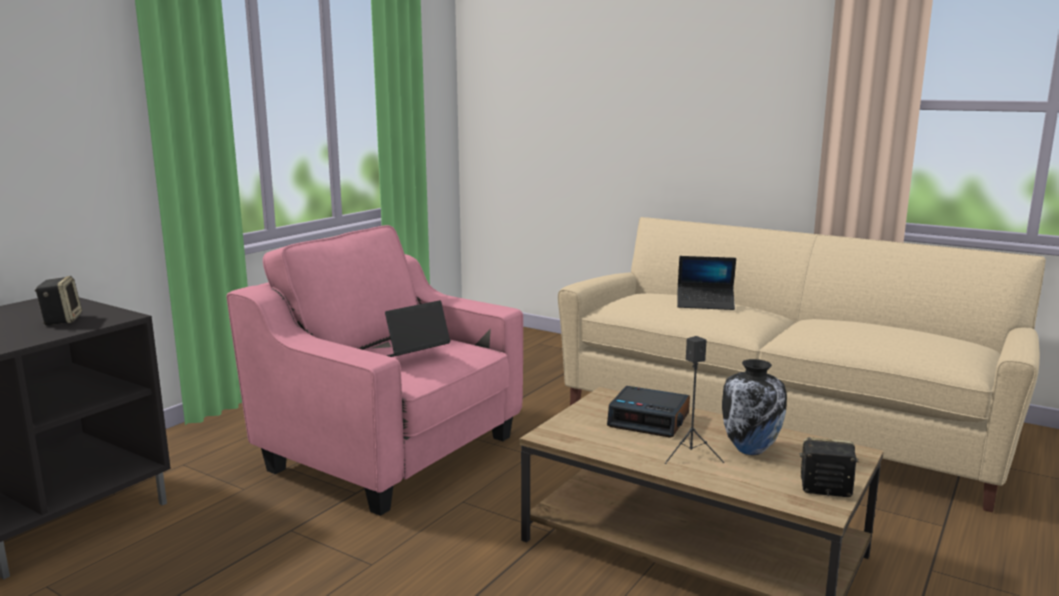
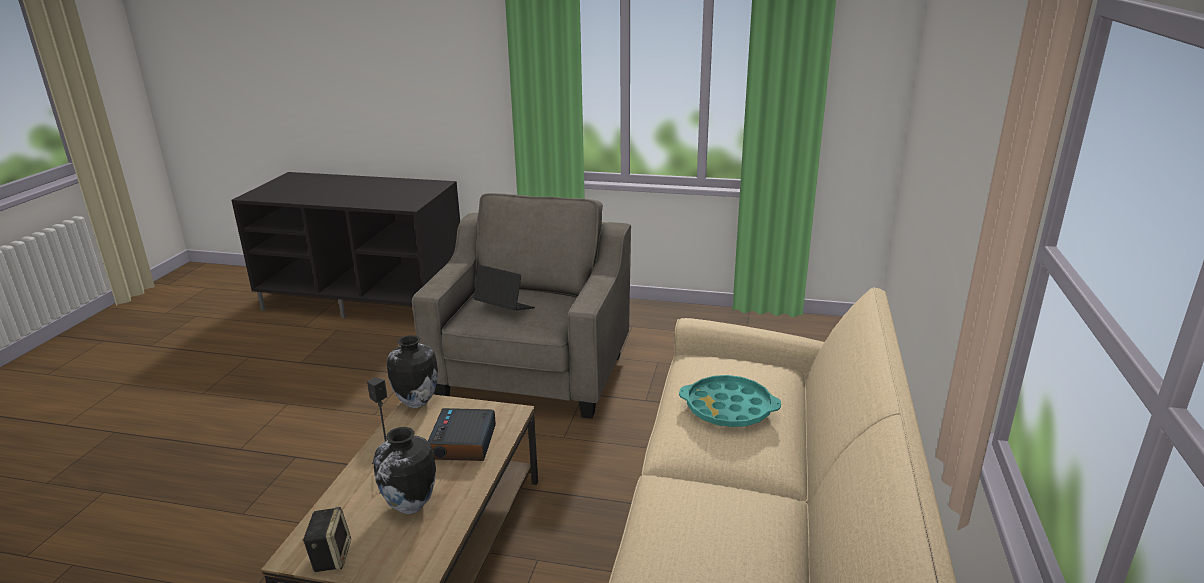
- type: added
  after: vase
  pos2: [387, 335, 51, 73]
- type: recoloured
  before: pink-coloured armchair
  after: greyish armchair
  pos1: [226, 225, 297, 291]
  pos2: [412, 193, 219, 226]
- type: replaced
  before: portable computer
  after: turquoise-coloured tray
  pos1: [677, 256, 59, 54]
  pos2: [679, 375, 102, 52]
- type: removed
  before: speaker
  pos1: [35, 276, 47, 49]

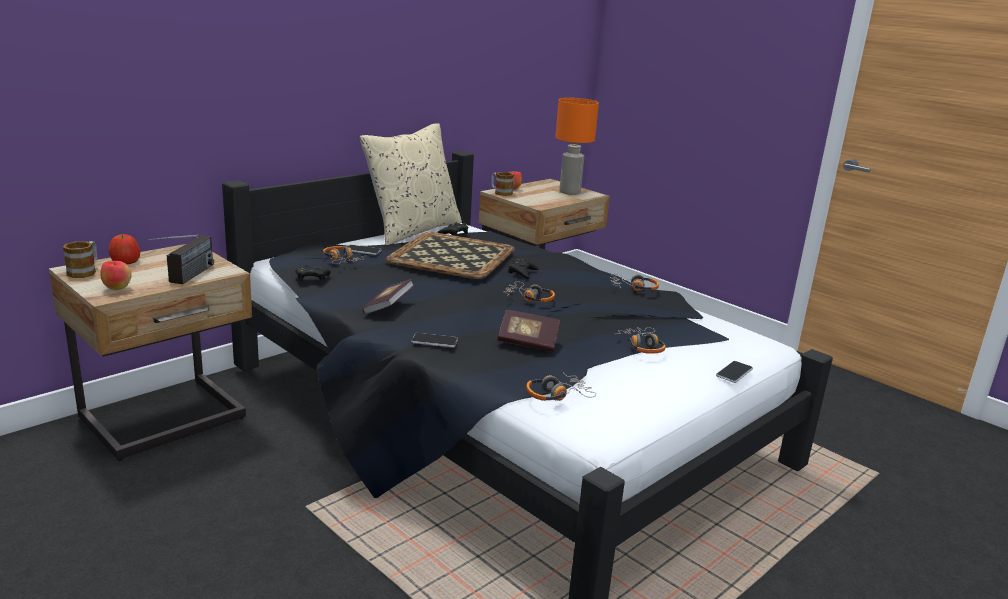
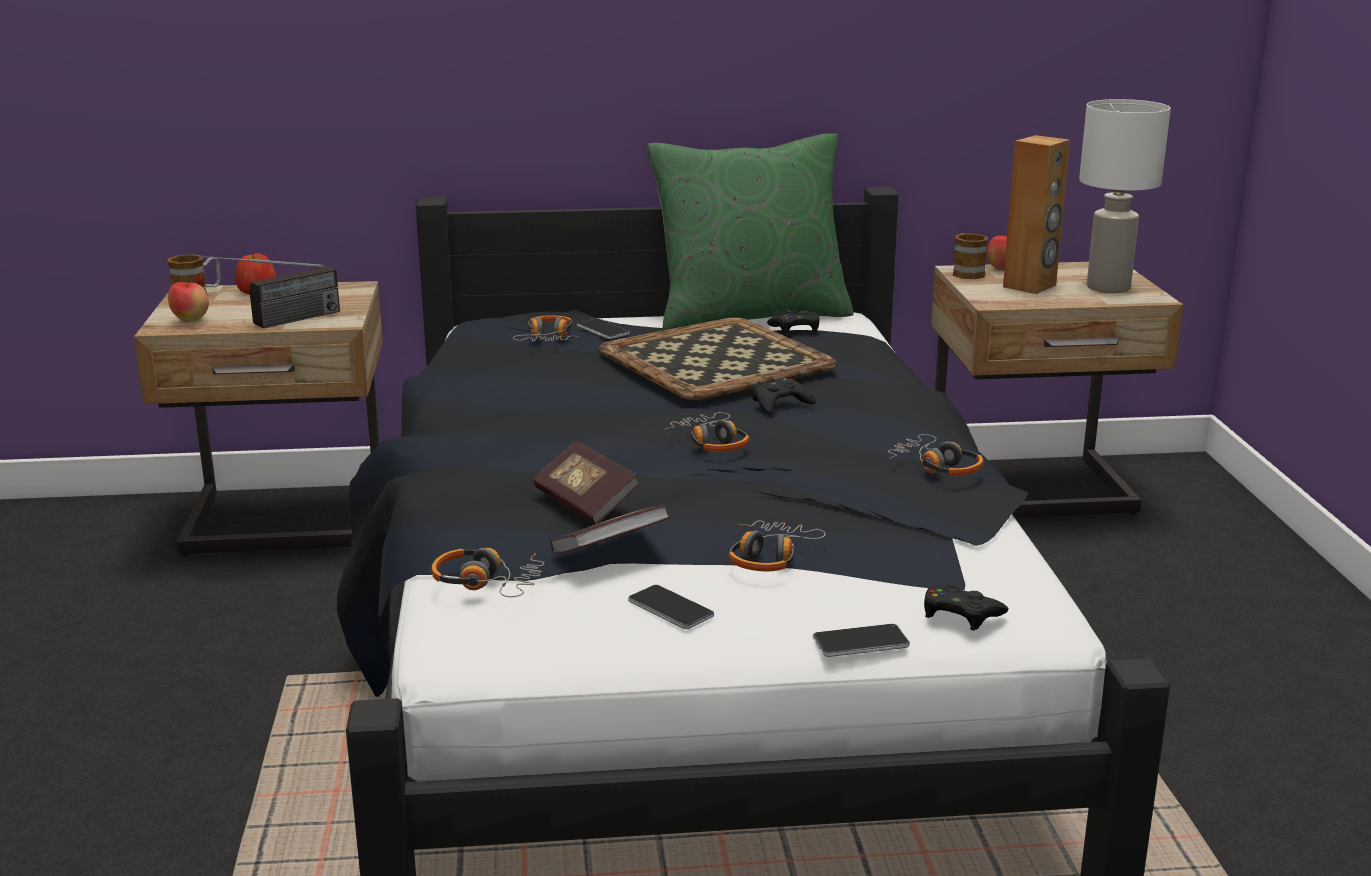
- type: moved
  before: bound book
  pos1: [363, 279, 51, 35]
  pos2: [550, 505, 121, 49]
- type: moved
  before: phone
  pos1: [411, 333, 47, 15]
  pos2: [628, 585, 86, 44]
- type: recoloured
  before: beige-coloured throw pillow
  after: greenish throw pillow
  pos1: [360, 123, 102, 122]
  pos2: [647, 133, 206, 196]
- type: moved
  before: blackish game controller
  pos1: [295, 265, 36, 16]
  pos2: [924, 583, 85, 48]
- type: added
  after: brown speaker
  pos2: [1003, 135, 67, 159]
- type: recoloured
  before: orange tabletop lamp
  after: white-coloured tabletop lamp
  pos1: [555, 98, 44, 97]
  pos2: [1079, 99, 92, 194]

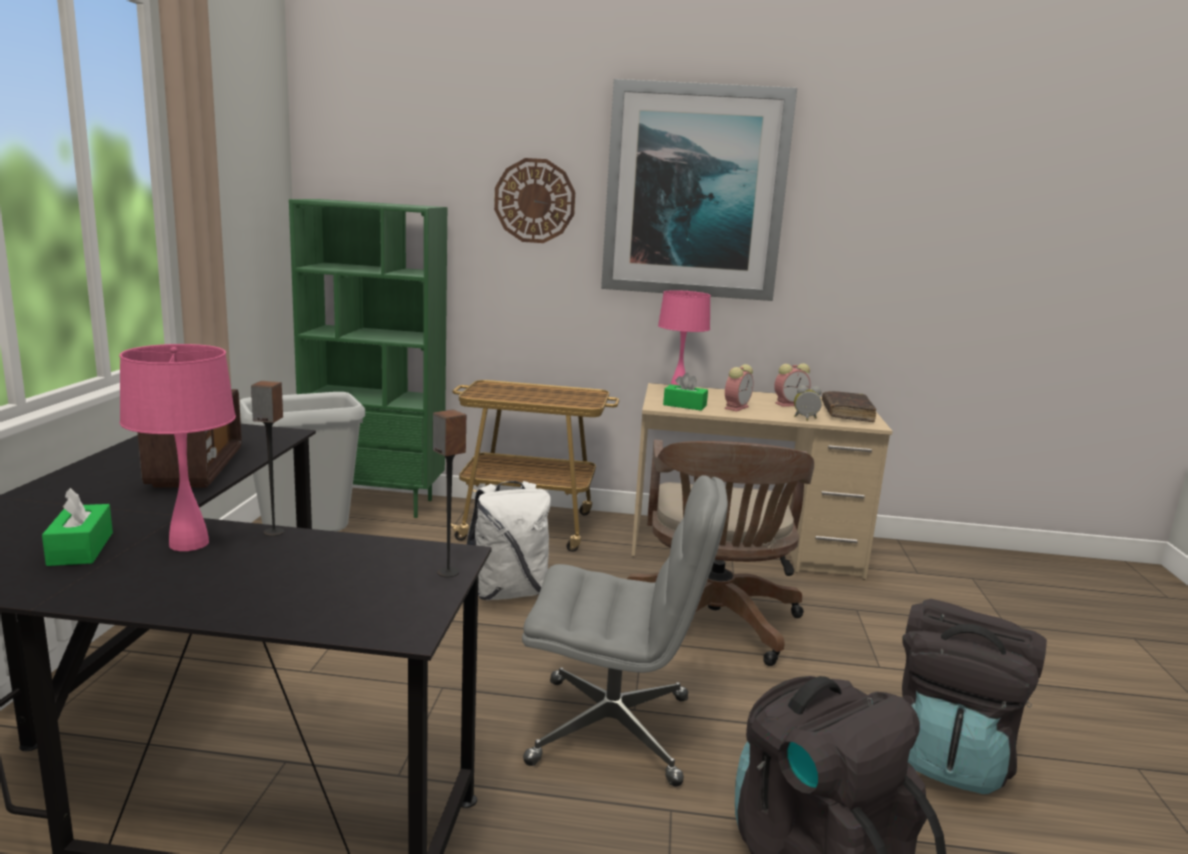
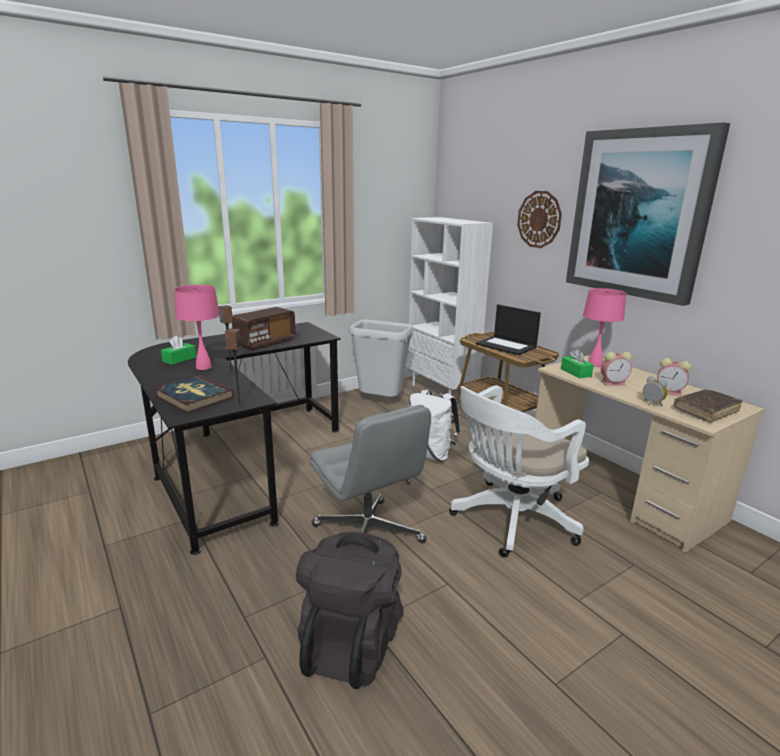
- type: added
  after: bound book
  pos2: [154, 375, 80, 38]
- type: recoloured
  before: greenish bookcase
  after: white-coloured bookcase
  pos1: [289, 199, 158, 319]
  pos2: [407, 217, 86, 184]
- type: recoloured
  before: brown office chair
  after: white-coloured office chair
  pos1: [627, 439, 187, 227]
  pos2: [449, 385, 140, 173]
- type: added
  after: portable computer
  pos2: [476, 304, 65, 51]
- type: removed
  before: blackish knapsack
  pos1: [902, 599, 145, 195]

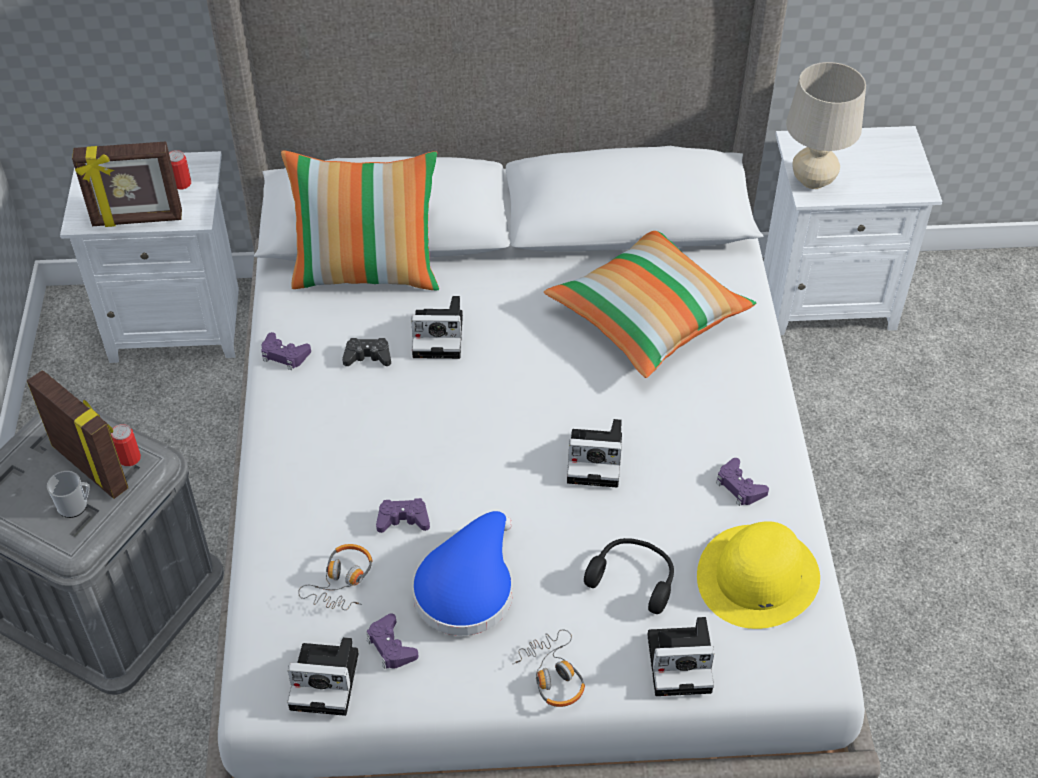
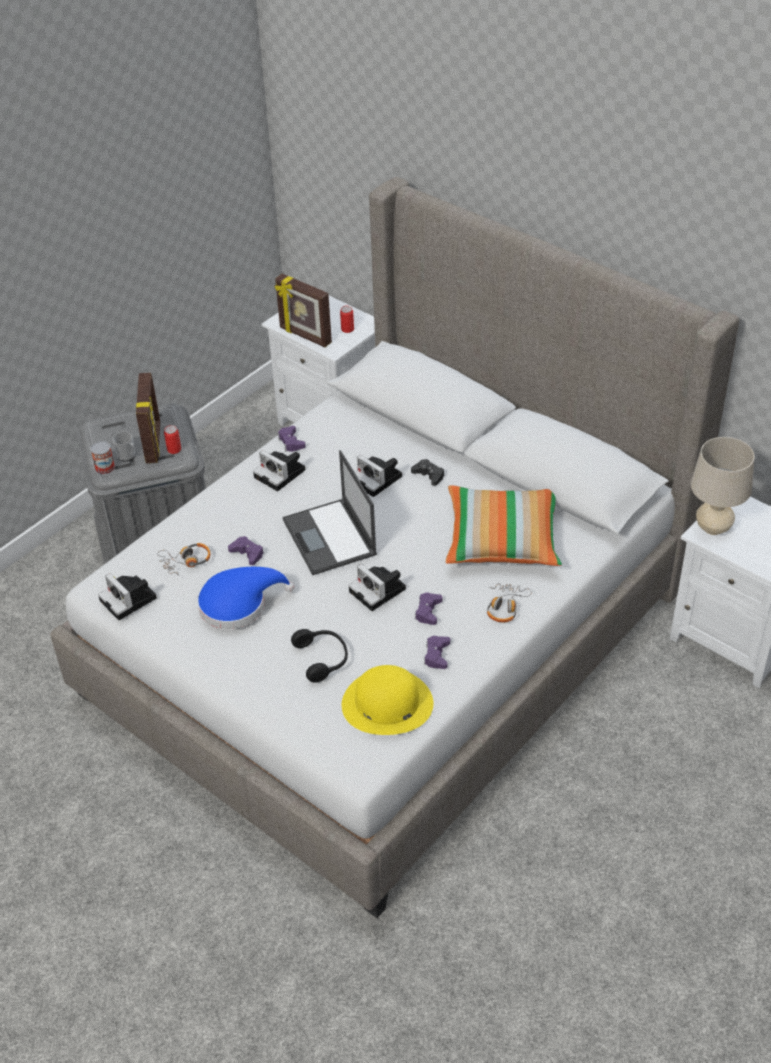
- type: added
  after: can
  pos2: [90, 441, 25, 34]
- type: moved
  before: still camera
  pos1: [647, 617, 67, 79]
  pos2: [253, 450, 52, 41]
- type: added
  after: portable computer
  pos2: [283, 450, 94, 125]
- type: moved
  before: blackish game controller
  pos1: [342, 338, 49, 28]
  pos2: [411, 459, 33, 27]
- type: moved
  before: purplish game controller
  pos1: [367, 613, 51, 56]
  pos2: [415, 593, 28, 32]
- type: moved
  before: headphones
  pos1: [513, 629, 72, 78]
  pos2: [487, 584, 44, 38]
- type: removed
  before: throw pillow
  pos1: [281, 151, 158, 140]

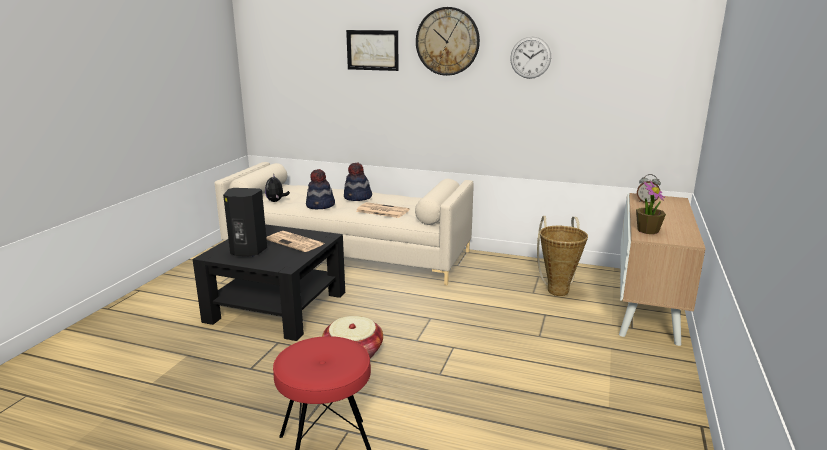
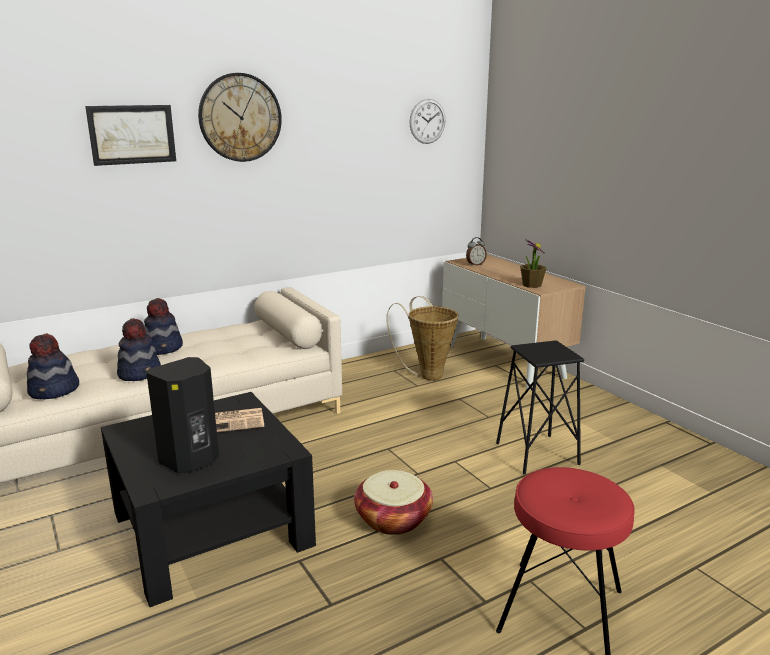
- type: replaced
  before: plush toy
  after: wearable hat
  pos1: [265, 173, 25, 29]
  pos2: [27, 333, 52, 66]
- type: moved
  before: wall clock
  pos1: [510, 36, 41, 43]
  pos2: [409, 99, 36, 45]
- type: added
  after: blackish stool seat
  pos2: [496, 340, 88, 134]
- type: removed
  before: printed paper
  pos1: [356, 202, 54, 16]

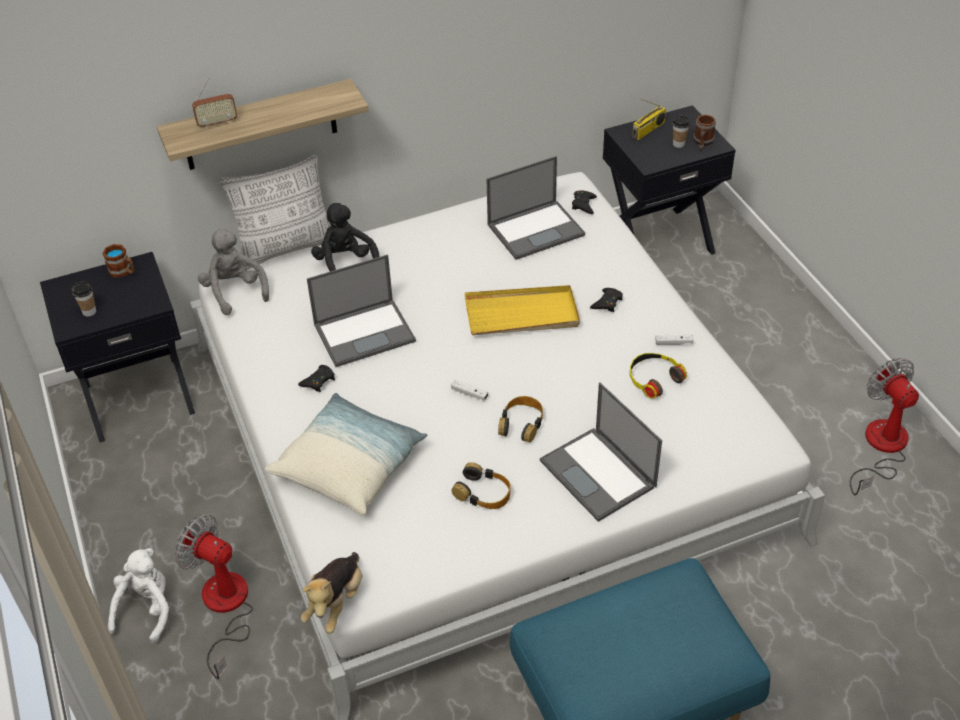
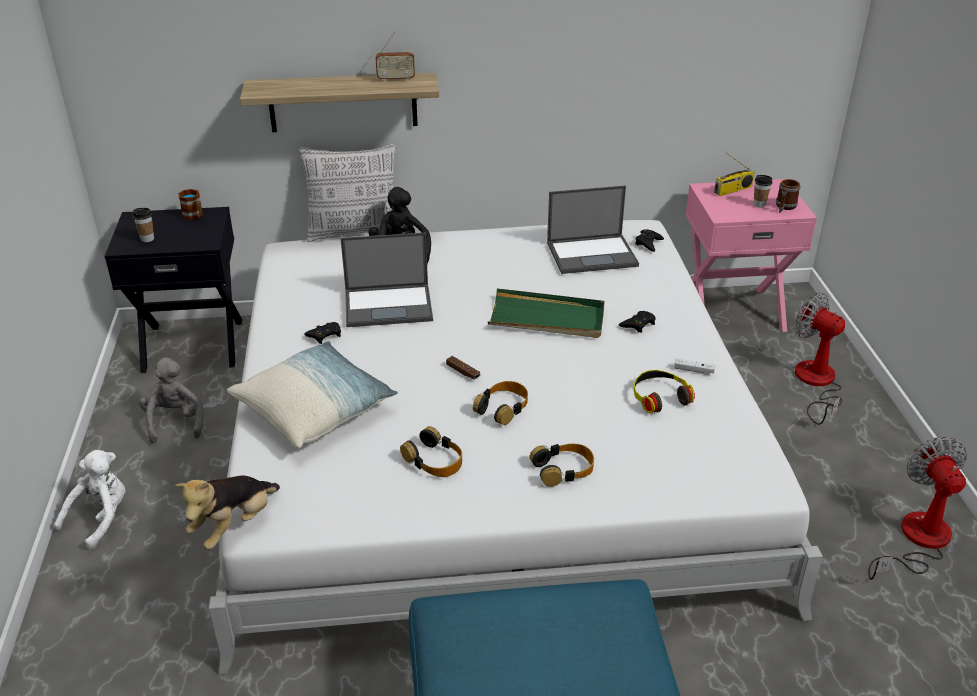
- type: moved
  before: greyish plush toy
  pos1: [198, 229, 71, 86]
  pos2: [139, 358, 65, 85]
- type: moved
  before: radio
  pos1: [192, 78, 45, 50]
  pos2: [376, 32, 39, 50]
- type: recoloured
  before: white-coloured game controller
  after: brown game controller
  pos1: [451, 380, 37, 20]
  pos2: [446, 356, 34, 24]
- type: recoloured
  before: yellowish tray
  after: greenish tray
  pos1: [465, 285, 115, 50]
  pos2: [488, 288, 116, 50]
- type: replaced
  before: portable computer
  after: headphones
  pos1: [540, 383, 122, 139]
  pos2: [530, 444, 64, 43]
- type: recoloured
  before: blackish night table
  after: pink-coloured night table
  pos1: [603, 105, 133, 150]
  pos2: [685, 179, 132, 153]
- type: moved
  before: cooling fan
  pos1: [175, 514, 78, 165]
  pos2: [795, 293, 50, 132]

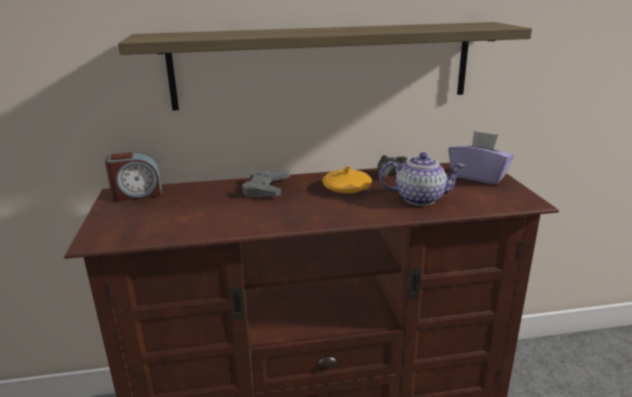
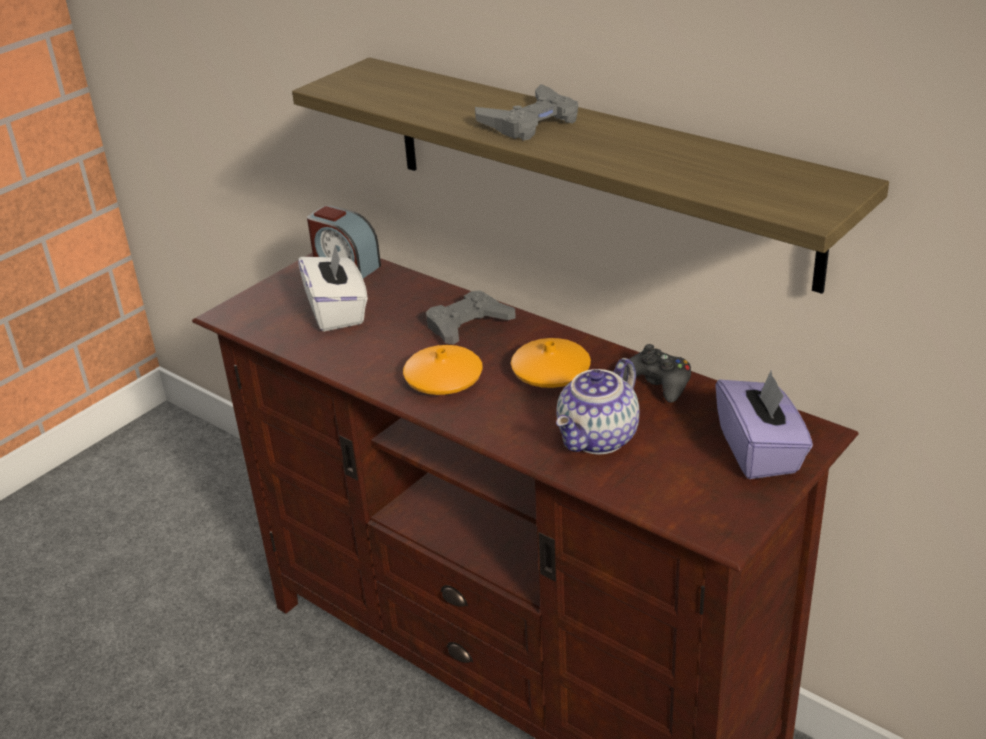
- type: added
  after: white-coloured box of tissues
  pos2: [298, 243, 70, 88]
- type: added
  after: orange vase
  pos2: [403, 345, 80, 50]
- type: added
  after: greyish game controller
  pos2: [475, 84, 103, 56]
- type: turned
  before: tea pot
  pos1: [379, 152, 86, 54]
  pos2: [556, 358, 83, 96]
  turn: 75

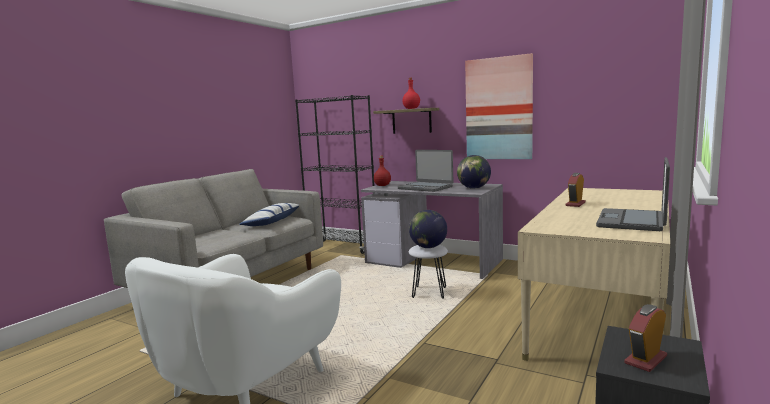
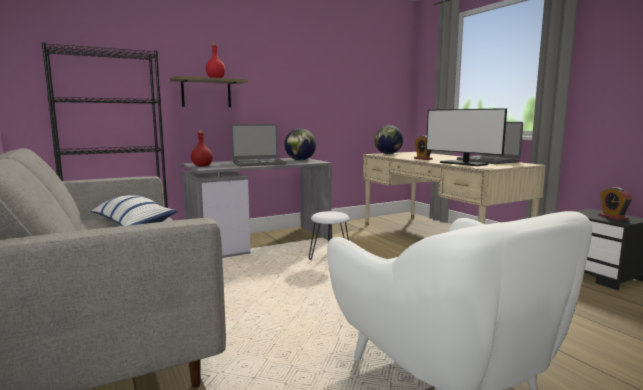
- type: moved
  before: globe
  pos1: [409, 210, 38, 38]
  pos2: [374, 125, 29, 29]
- type: added
  after: computer display
  pos2: [426, 108, 81, 58]
- type: removed
  before: wall picture
  pos1: [465, 53, 68, 106]

